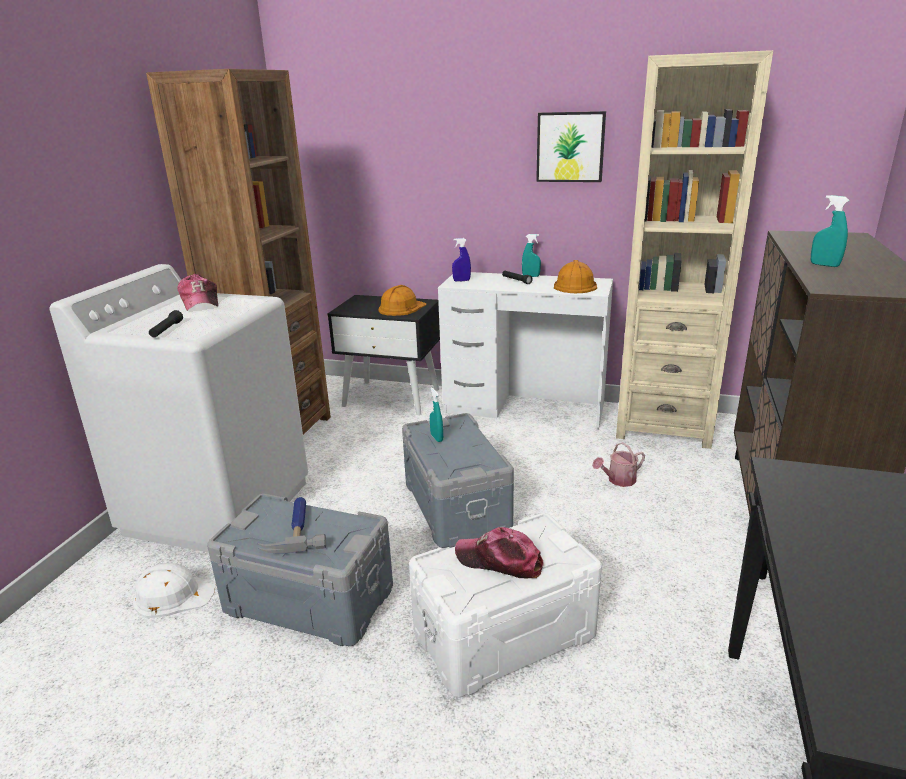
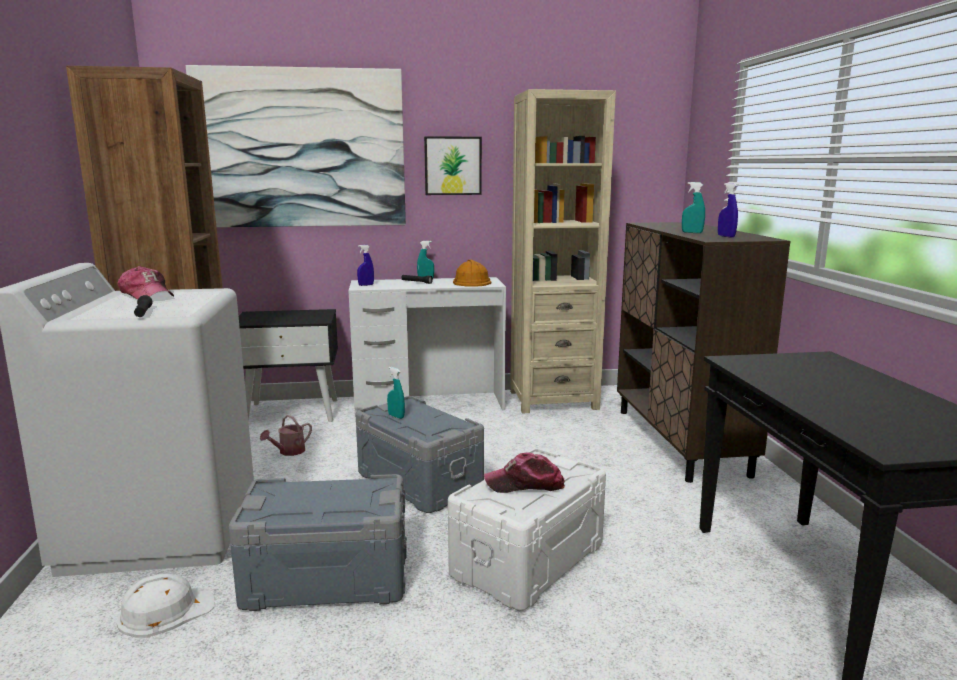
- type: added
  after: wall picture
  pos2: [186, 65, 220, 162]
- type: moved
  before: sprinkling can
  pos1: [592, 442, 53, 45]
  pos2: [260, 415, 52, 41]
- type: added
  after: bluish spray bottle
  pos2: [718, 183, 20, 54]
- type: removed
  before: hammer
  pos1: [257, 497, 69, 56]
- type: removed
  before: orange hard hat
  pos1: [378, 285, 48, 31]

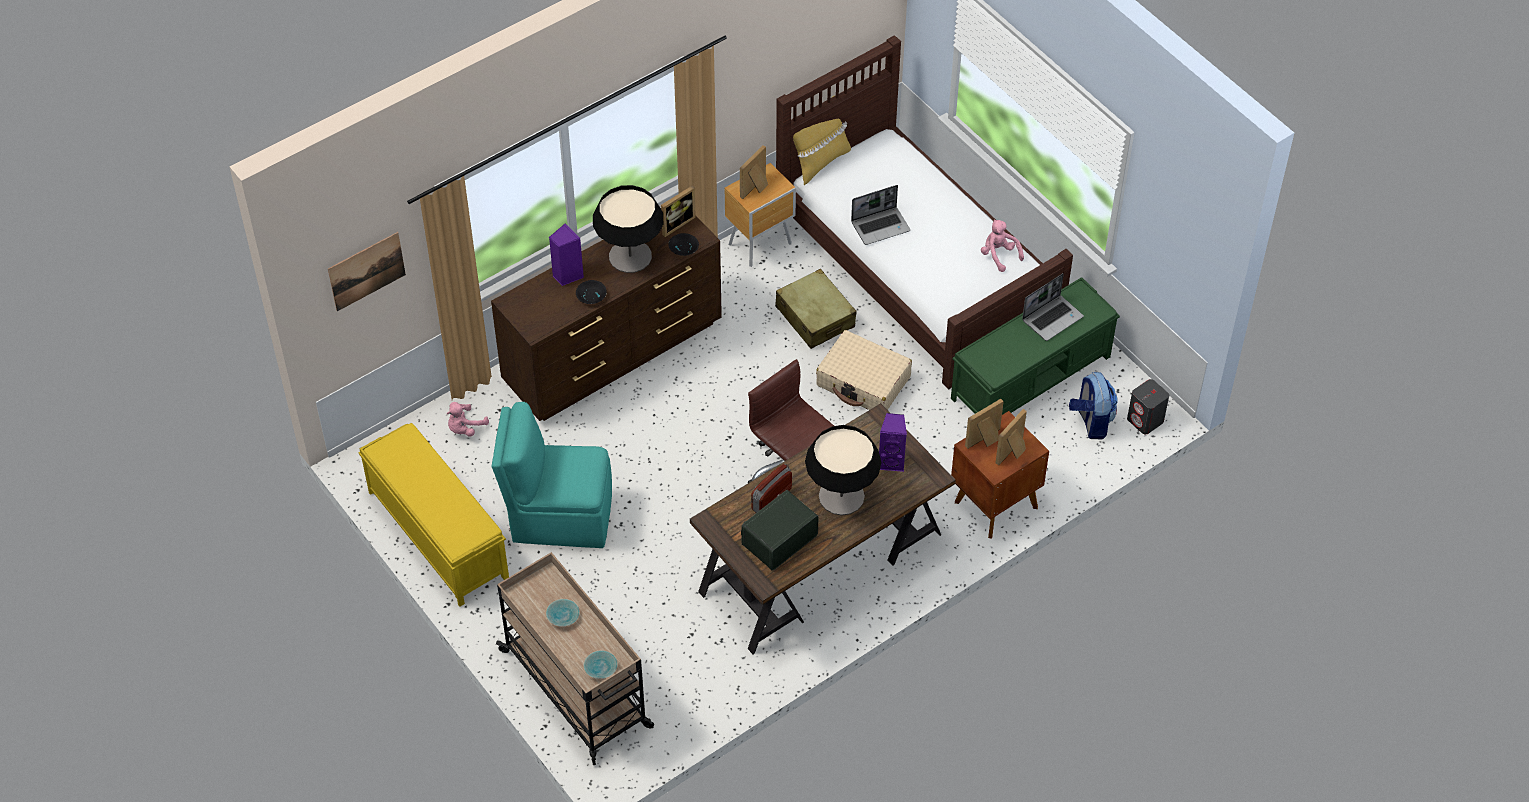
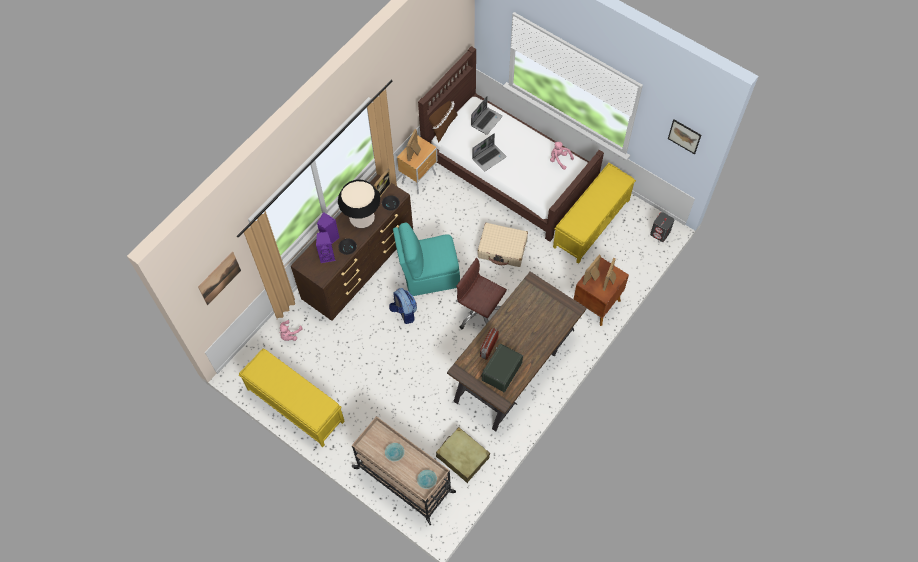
- type: moved
  before: purplish speaker
  pos1: [879, 413, 28, 59]
  pos2: [316, 232, 20, 31]
- type: moved
  before: knapsack
  pos1: [1069, 372, 49, 67]
  pos2: [389, 288, 28, 36]
- type: moved
  before: turquoise-coloured chair
  pos1: [492, 402, 120, 146]
  pos2: [393, 222, 67, 74]
- type: recoloured
  before: yellowish throw pillow
  after: brown throw pillow
  pos1: [793, 96, 58, 89]
  pos2: [429, 88, 29, 55]
- type: moved
  before: beige-coloured travel case
  pos1: [775, 269, 81, 80]
  pos2: [436, 427, 54, 56]
- type: moved
  before: portable computer
  pos1: [1022, 273, 62, 68]
  pos2: [471, 96, 32, 39]
- type: recoloured
  before: greenish indoor bench
  after: yellowish indoor bench
  pos1: [951, 277, 169, 138]
  pos2: [553, 163, 83, 101]
- type: added
  after: wall picture
  pos2: [668, 120, 33, 34]
- type: removed
  before: tabletop lamp
  pos1: [805, 425, 76, 90]

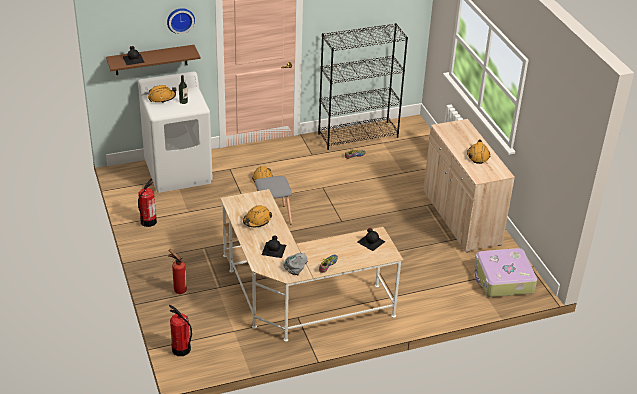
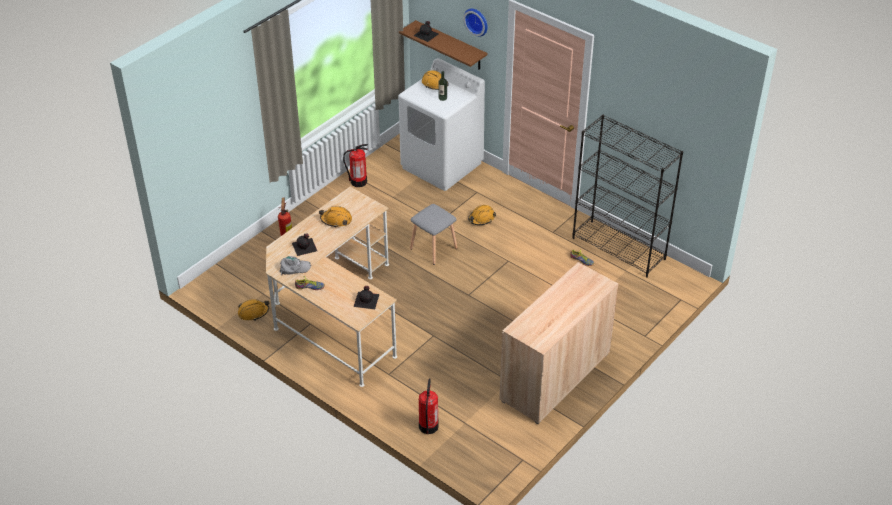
- type: moved
  before: orange hard hat
  pos1: [467, 139, 23, 25]
  pos2: [238, 299, 31, 21]
- type: moved
  before: fire extinguisher
  pos1: [169, 305, 23, 51]
  pos2: [419, 379, 20, 55]
- type: removed
  before: travel case
  pos1: [474, 248, 63, 49]

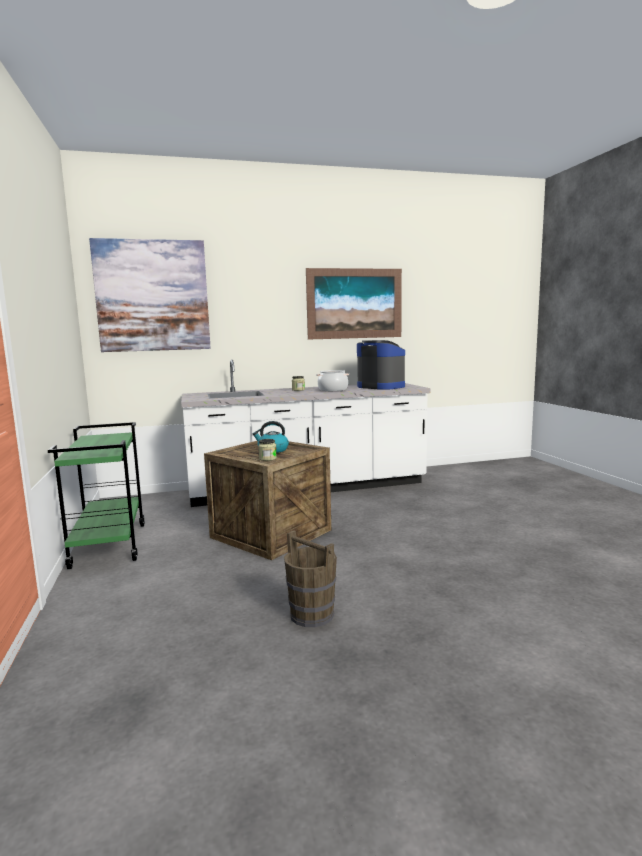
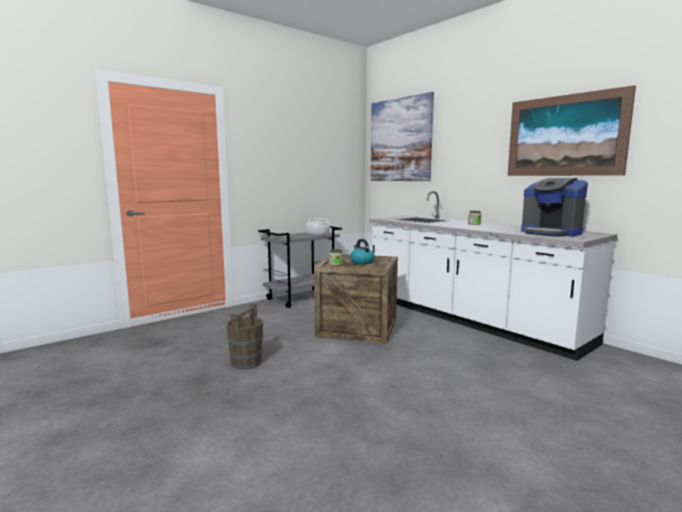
- type: recoloured
  before: greenish trolley
  after: greyish trolley
  pos1: [48, 422, 97, 147]
  pos2: [258, 226, 84, 82]
- type: moved
  before: saucepot
  pos1: [316, 370, 33, 21]
  pos2: [306, 218, 24, 17]
- type: turned
  before: coffee machine
  pos1: [357, 340, 48, 50]
  pos2: [521, 178, 67, 59]
  turn: 120

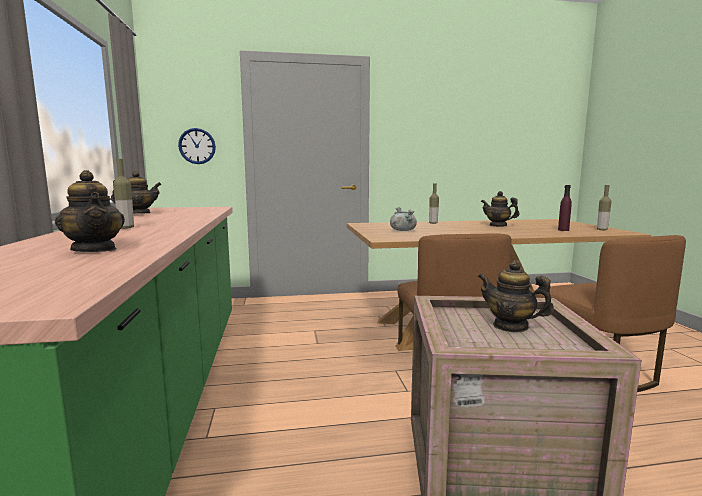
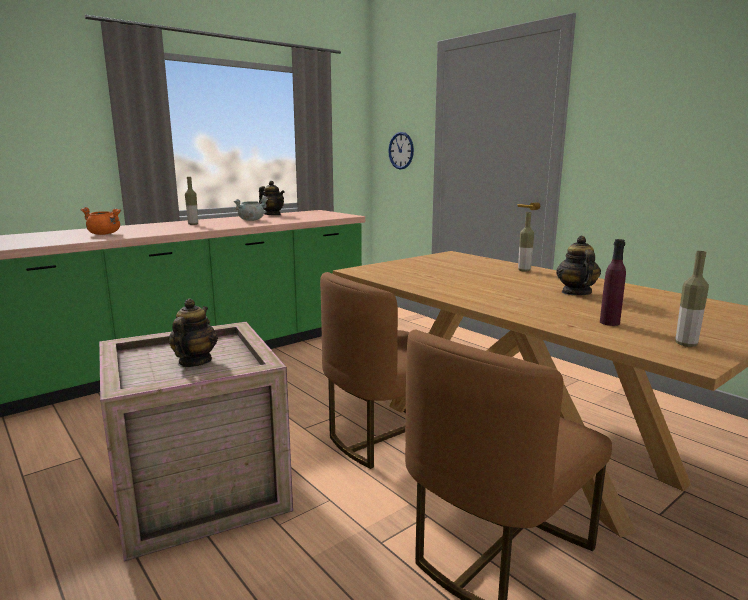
- type: replaced
  before: tea pot
  after: orange saucepot
  pos1: [55, 170, 70, 82]
  pos2: [80, 207, 41, 28]
- type: moved
  before: greyish saucepot
  pos1: [390, 207, 27, 24]
  pos2: [234, 198, 34, 23]

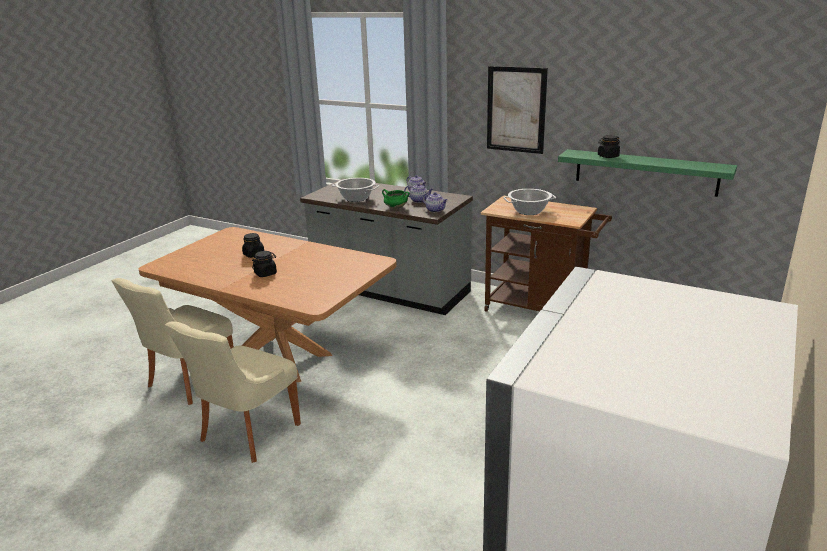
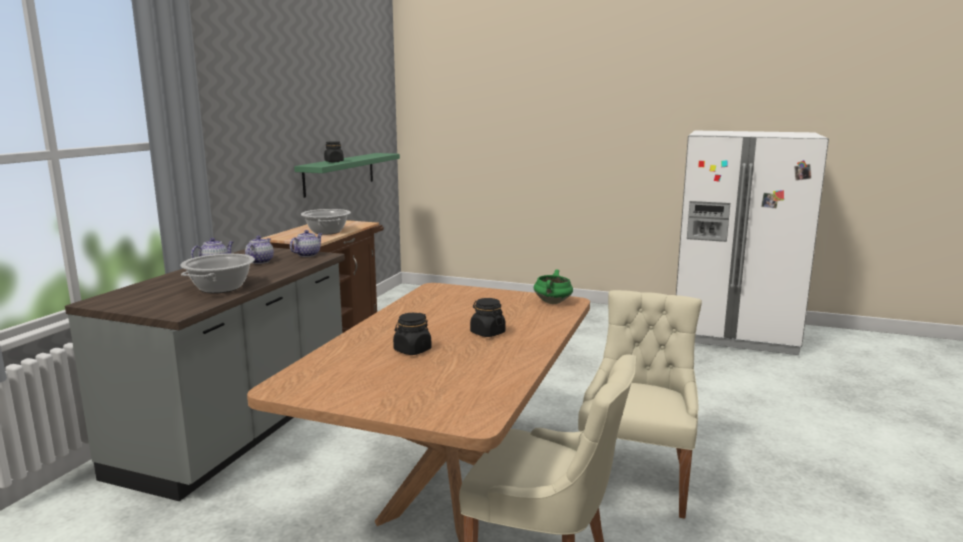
- type: moved
  before: greenish saucepot
  pos1: [382, 189, 27, 20]
  pos2: [534, 270, 39, 34]
- type: turned
  before: beige-coloured chair
  pos1: [165, 321, 136, 142]
  pos2: [578, 290, 124, 229]
  turn: -90
- type: removed
  before: wall picture
  pos1: [487, 66, 61, 88]

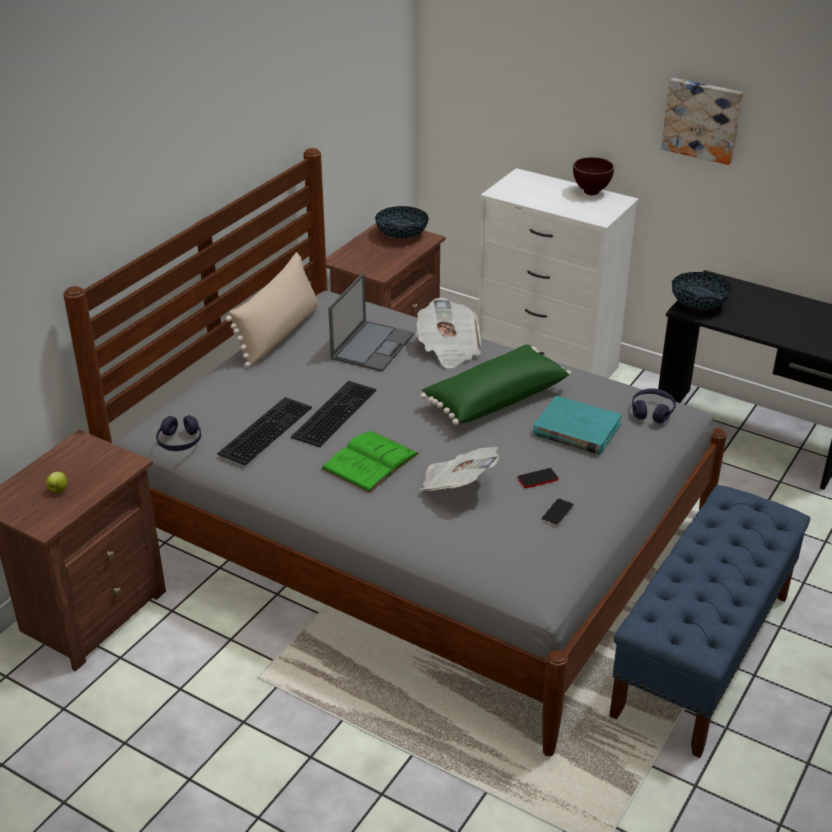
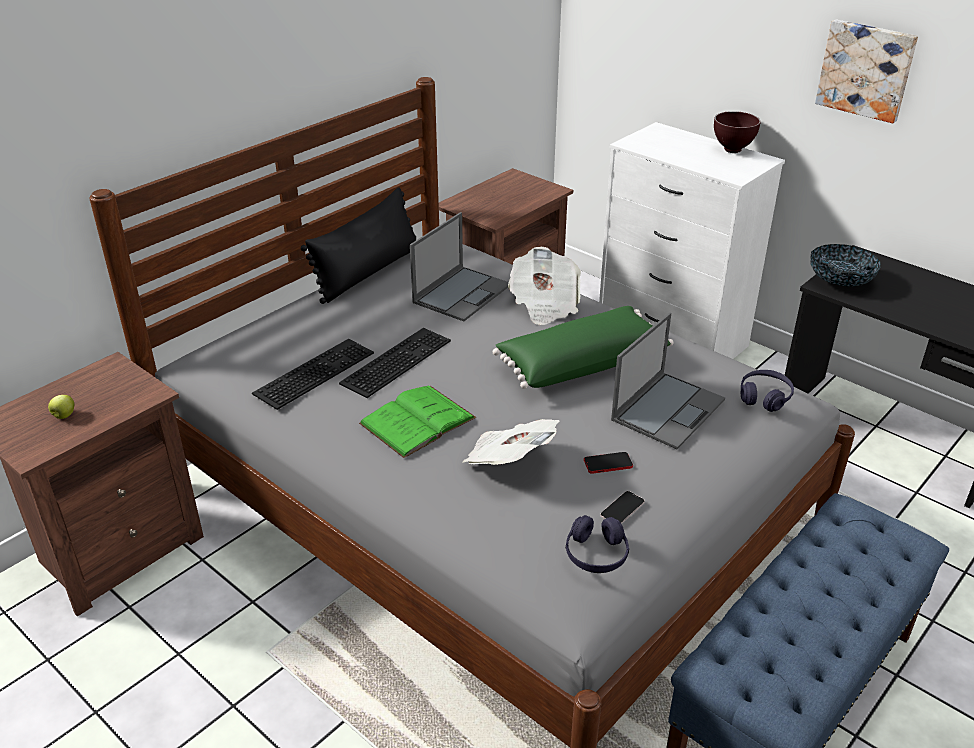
- type: recoloured
  before: beige-coloured throw pillow
  after: blackish throw pillow
  pos1: [226, 252, 92, 116]
  pos2: [301, 187, 115, 117]
- type: moved
  before: purplish headphones
  pos1: [156, 415, 45, 36]
  pos2: [566, 515, 63, 58]
- type: replaced
  before: turquoise-coloured bound book
  after: portable computer
  pos1: [533, 396, 89, 59]
  pos2: [611, 312, 114, 137]
- type: removed
  before: deep dish
  pos1: [375, 206, 54, 32]

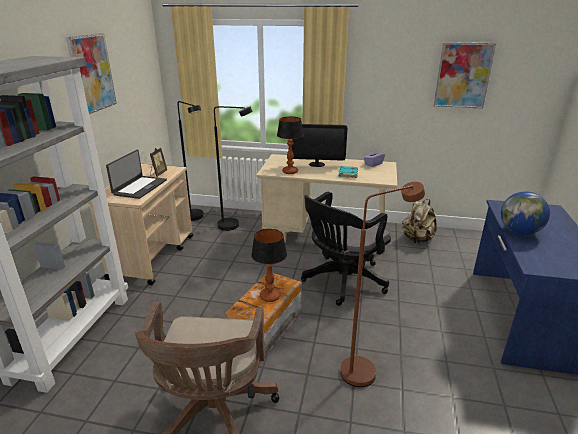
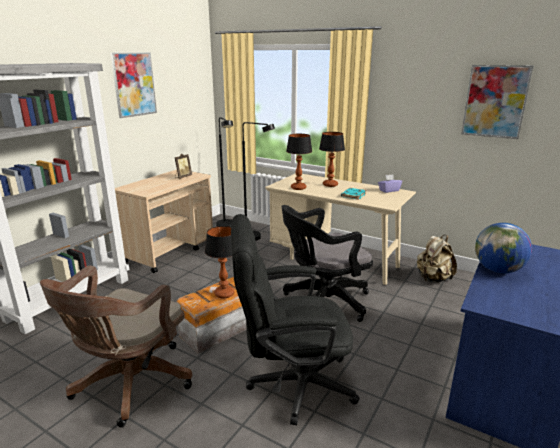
- type: replaced
  before: brown standard lamp
  after: blackish office chair
  pos1: [340, 182, 85, 205]
  pos2: [231, 214, 129, 211]
- type: replaced
  before: computer display
  after: tabletop lamp
  pos1: [292, 124, 55, 43]
  pos2: [319, 132, 26, 55]
- type: removed
  before: portable computer
  pos1: [106, 149, 61, 50]

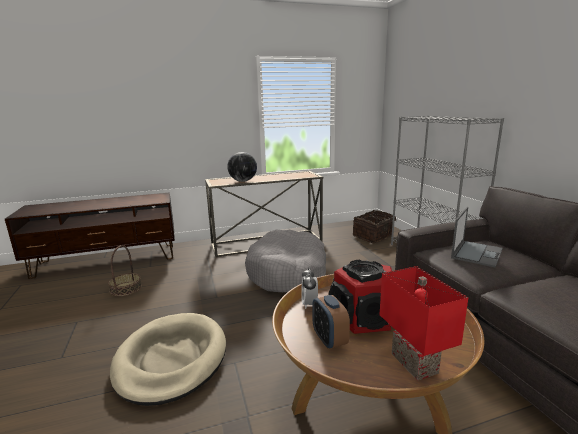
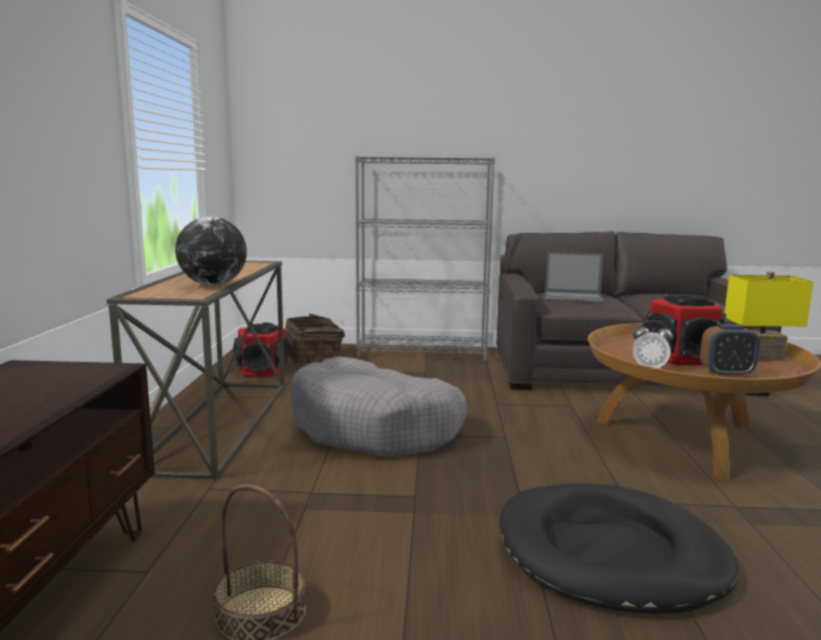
- type: added
  after: speaker
  pos2: [233, 322, 58, 55]
- type: recoloured
  before: beige-coloured dog cushion
  after: blackish dog cushion
  pos1: [110, 313, 116, 93]
  pos2: [499, 483, 240, 131]
- type: turned
  before: portable computer
  pos1: [451, 207, 52, 60]
  pos2: [545, 252, 59, 51]
  turn: 135
- type: recoloured
  before: red-coloured tabletop lamp
  after: yellowish tabletop lamp
  pos1: [380, 266, 89, 114]
  pos2: [725, 272, 88, 89]

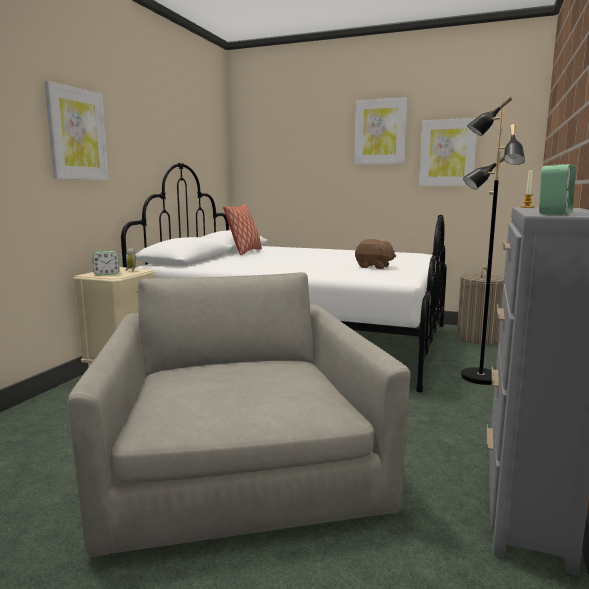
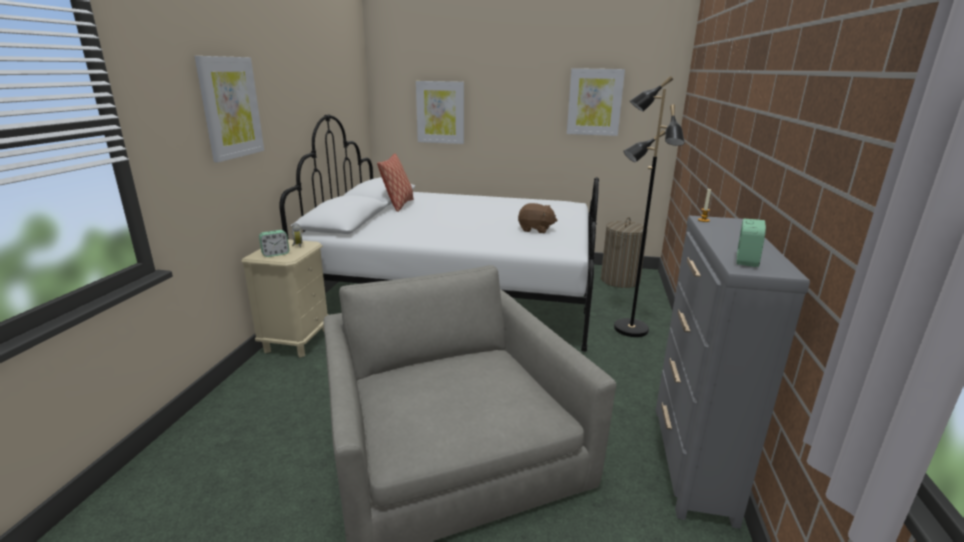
- type: moved
  before: wall picture
  pos1: [354, 97, 53, 67]
  pos2: [416, 81, 48, 63]

